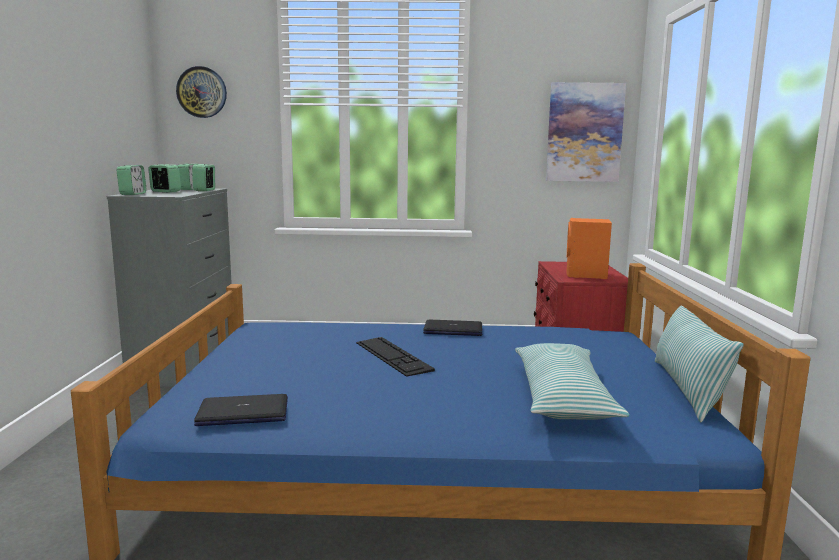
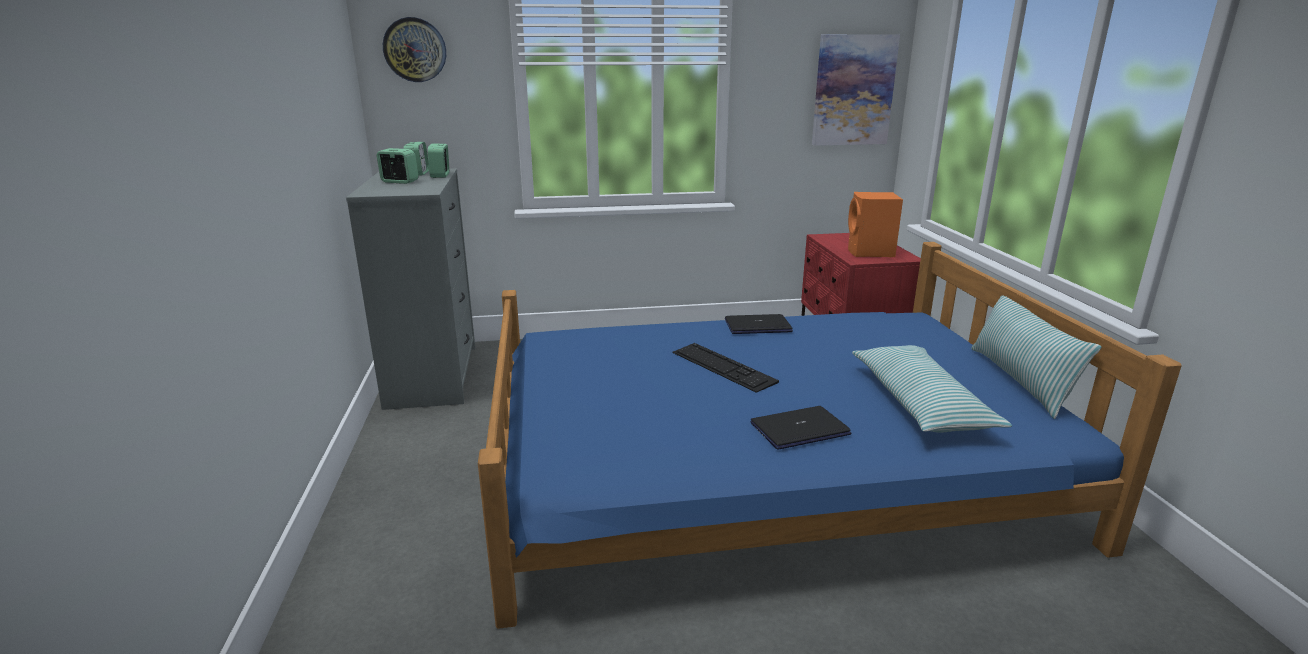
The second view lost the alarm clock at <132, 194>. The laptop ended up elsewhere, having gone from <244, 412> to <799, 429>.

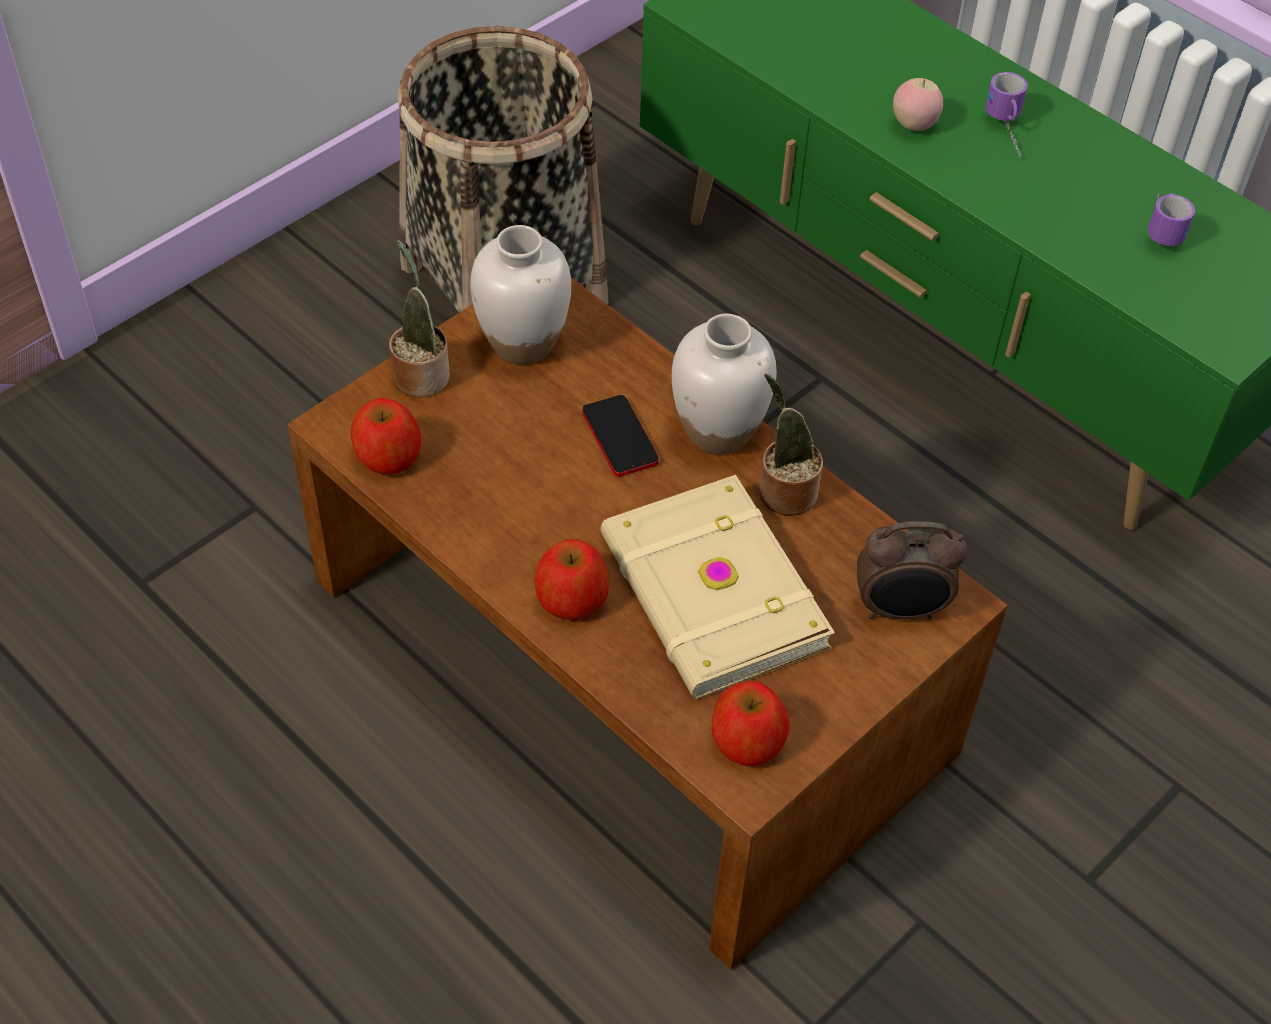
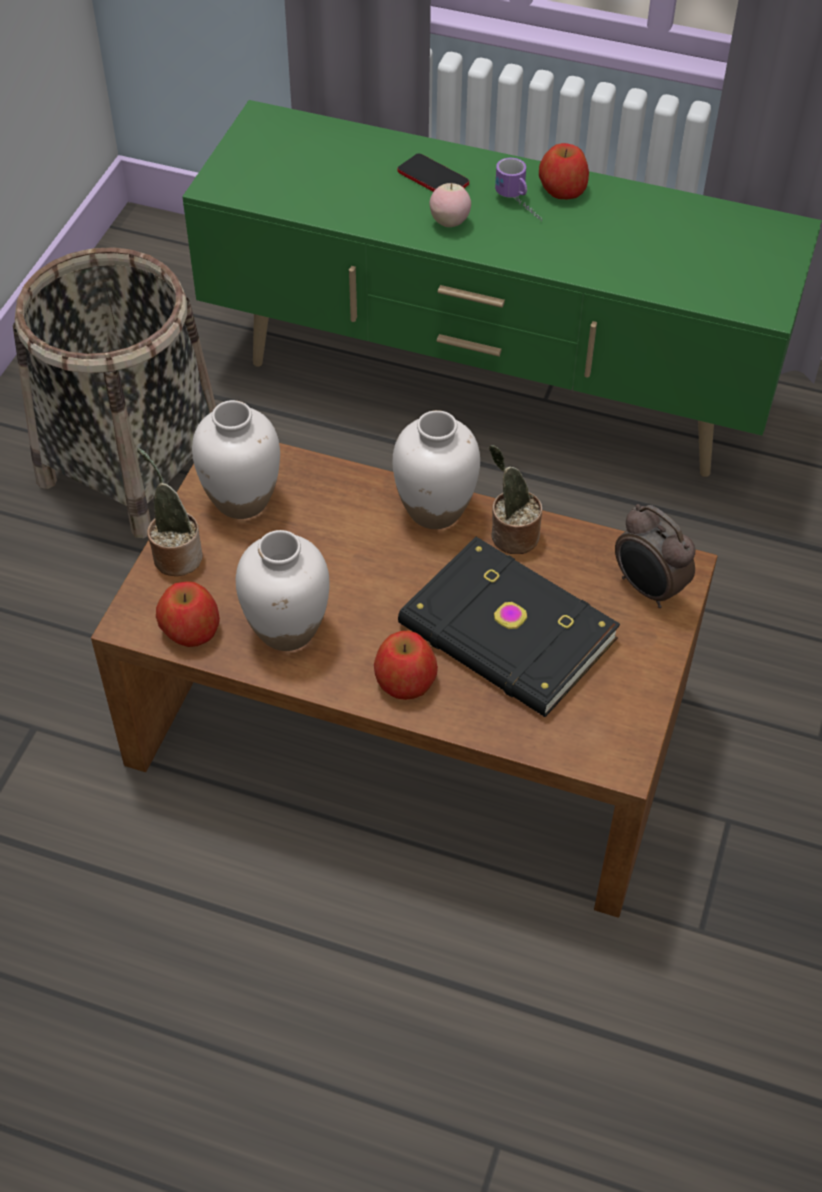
The second view lost the mug at <1161, 227>. The phone ended up elsewhere, having gone from <619, 437> to <433, 178>. What was the beige book at <710, 595> turned into the black book at <506, 635>. The alarm clock at <900, 610> ended up facing another way, 75 degrees clockwise from before. The apple ended up elsewhere, having gone from <747, 739> to <562, 189>. The second view gained the white vase at <287, 629>.

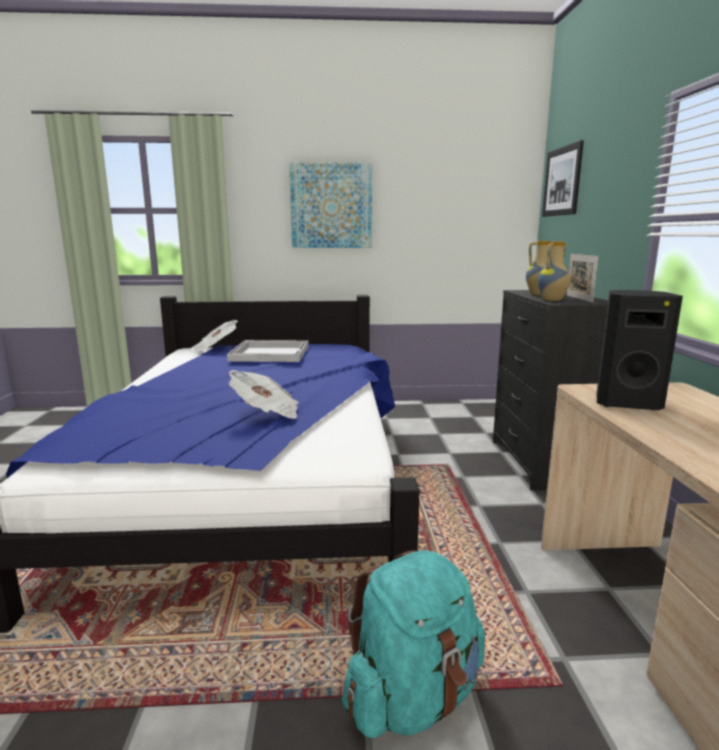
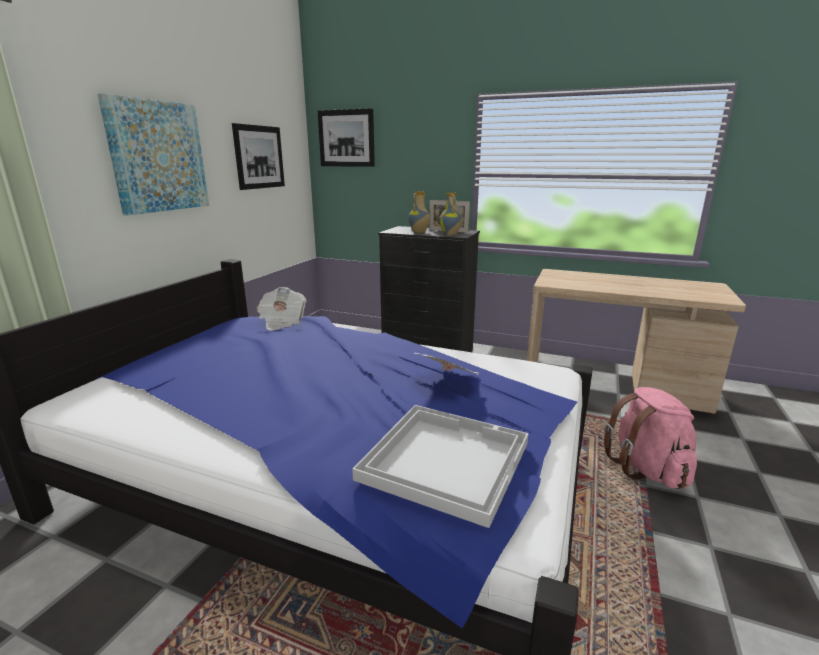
The second view lost the black speaker at <626, 403>. The newspaper ended up elsewhere, having gone from <215, 347> to <282, 321>. The white tray ended up elsewhere, having gone from <271, 353> to <444, 459>. What was the turquoise backpack at <413, 697> turned into the pink backpack at <646, 469>. The second view gained the picture at <259, 157>.

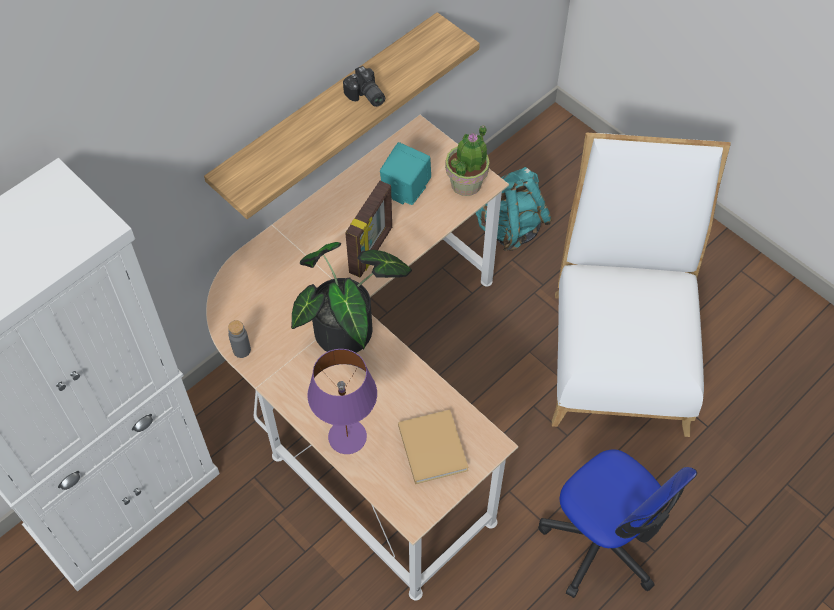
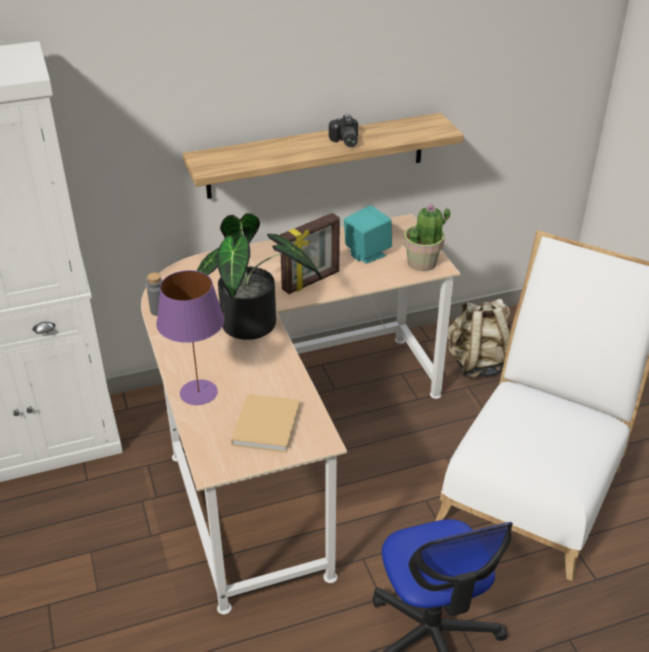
What was the turquoise backpack at <509, 227> turned into the beige backpack at <478, 364>.

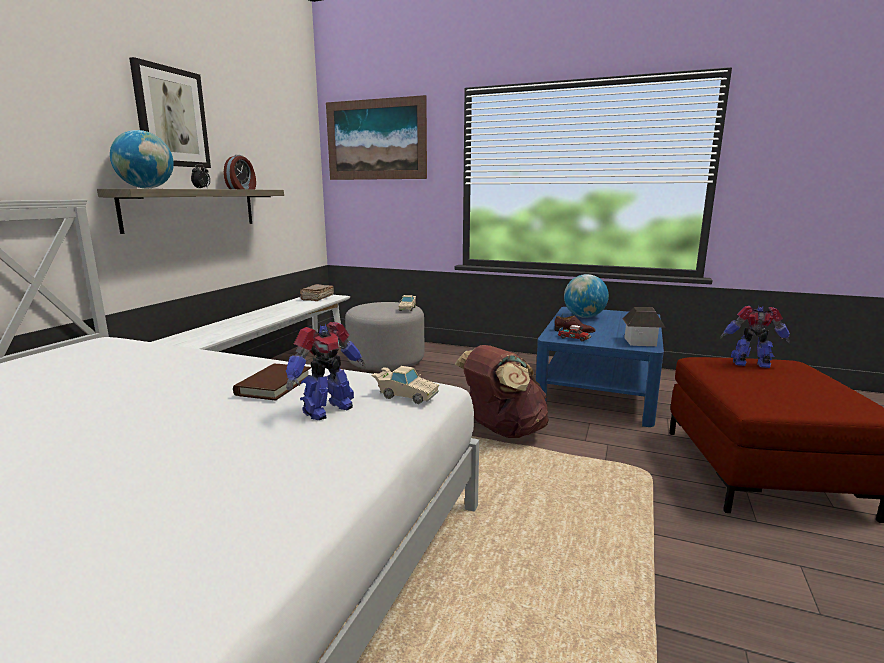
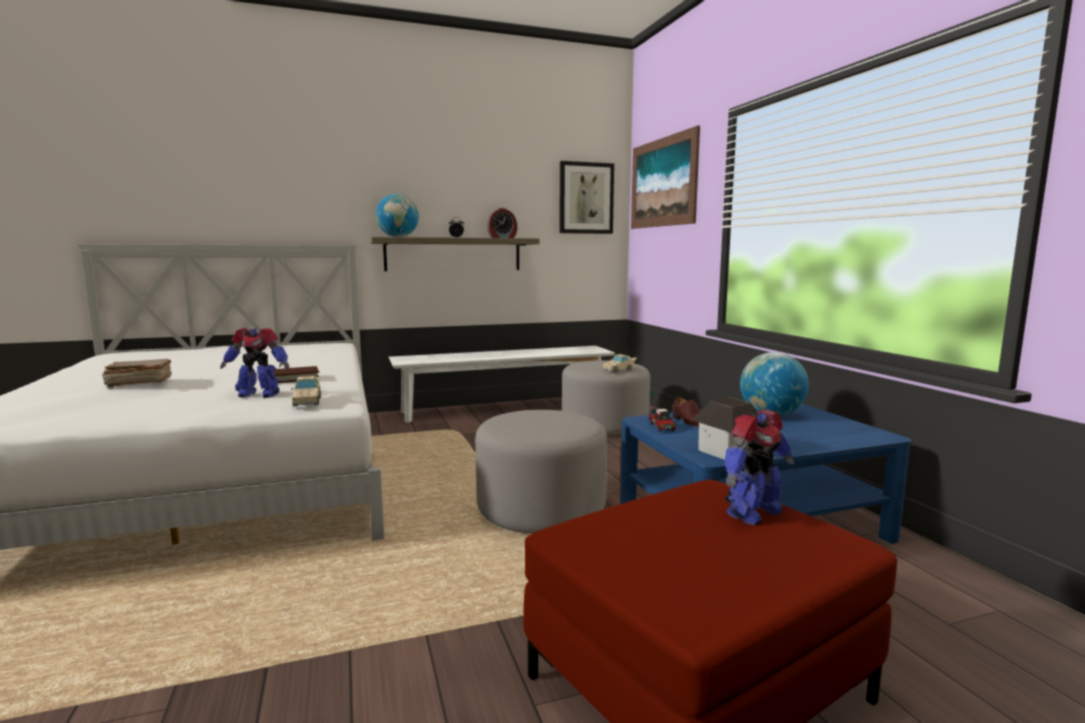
The picture ended up elsewhere, having gone from <171, 117> to <586, 198>. The brown book ended up elsewhere, having gone from <317, 298> to <138, 383>. The toy robot at <751, 365> ended up facing another way, 75 degrees clockwise from before. Where the brown backpack stood at <502, 431>, the grey ottoman came to stand at <541, 509>.

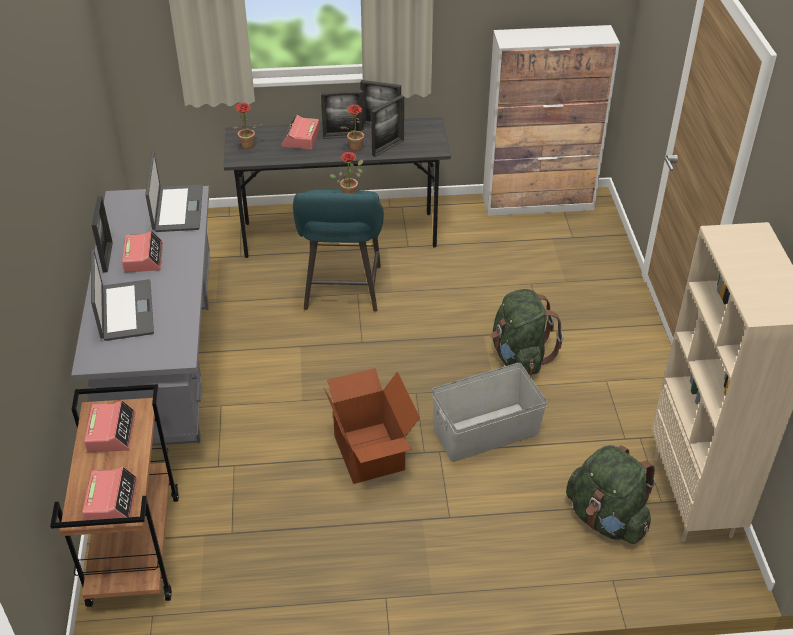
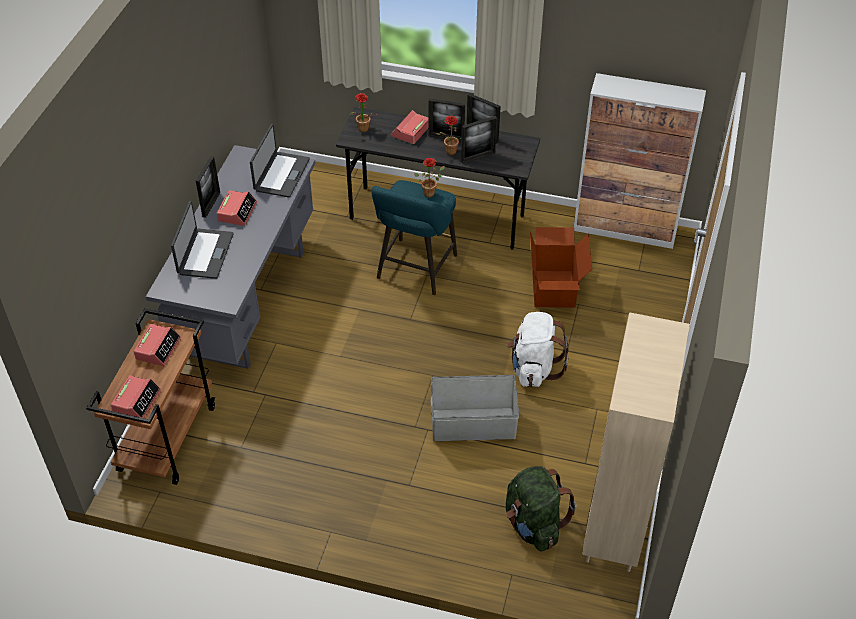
What was the green backpack at <519, 357> turned into the white backpack at <533, 368>. The cardboard box ended up elsewhere, having gone from <370, 453> to <554, 289>.

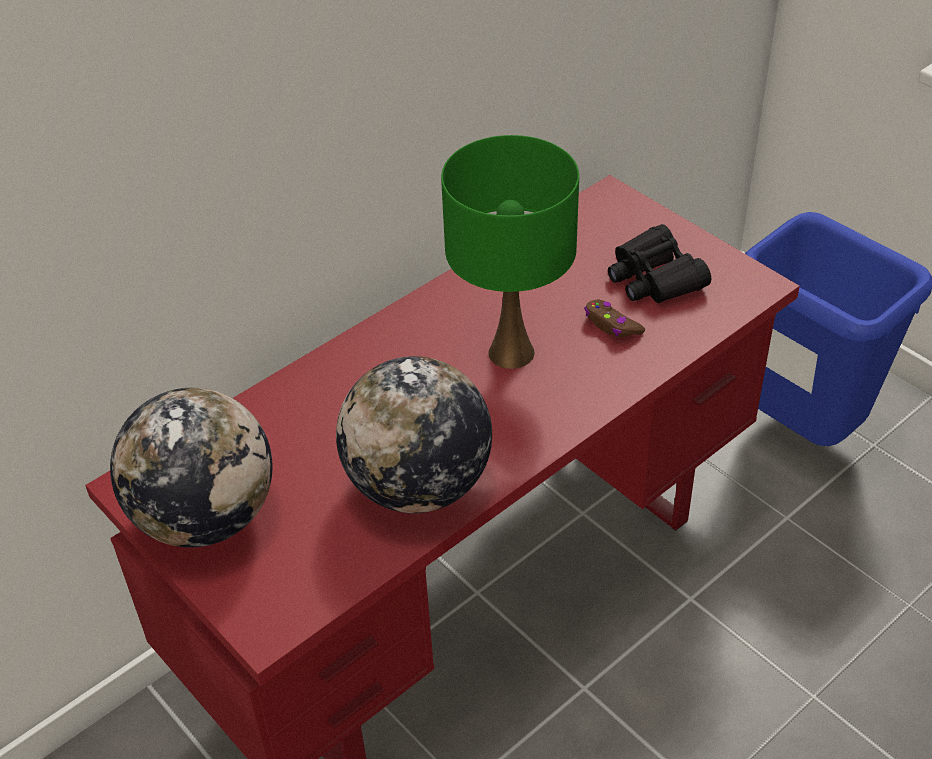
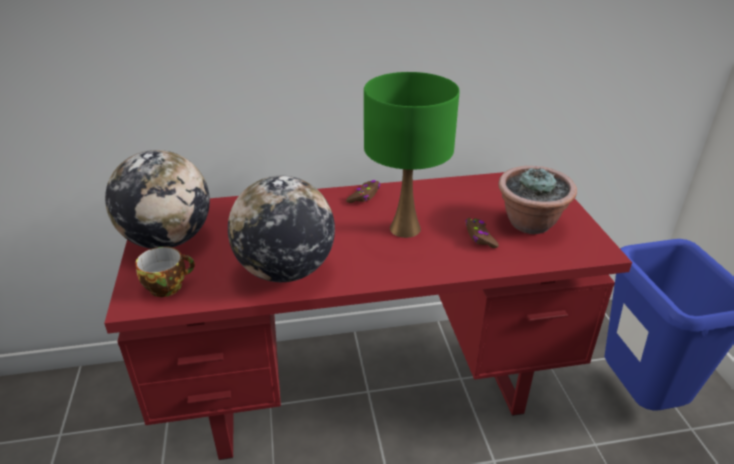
Where the black binoculars stood at <654, 278>, the potted plant came to stand at <530, 224>. The second view gained the brown game controller at <364, 196>. The second view gained the cup at <168, 285>.

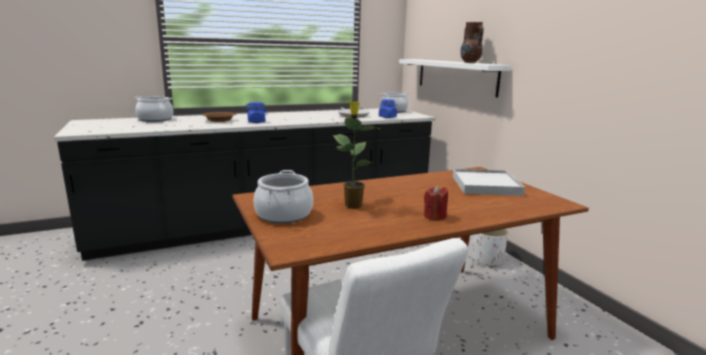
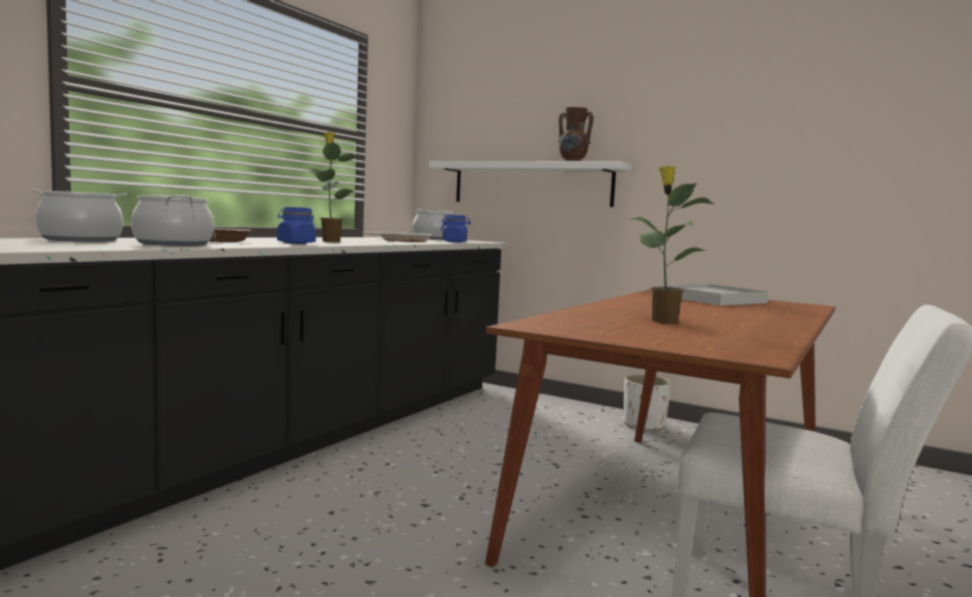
The cooking pot ended up elsewhere, having gone from <283, 214> to <173, 244>. The second view lost the red candle at <434, 216>. The second view gained the potted plant at <330, 241>.

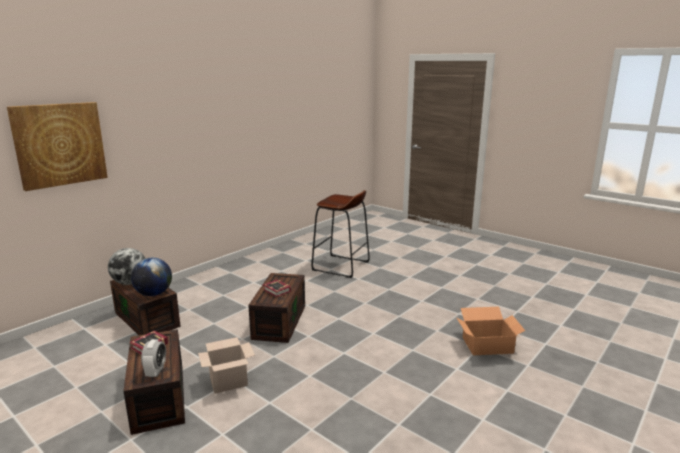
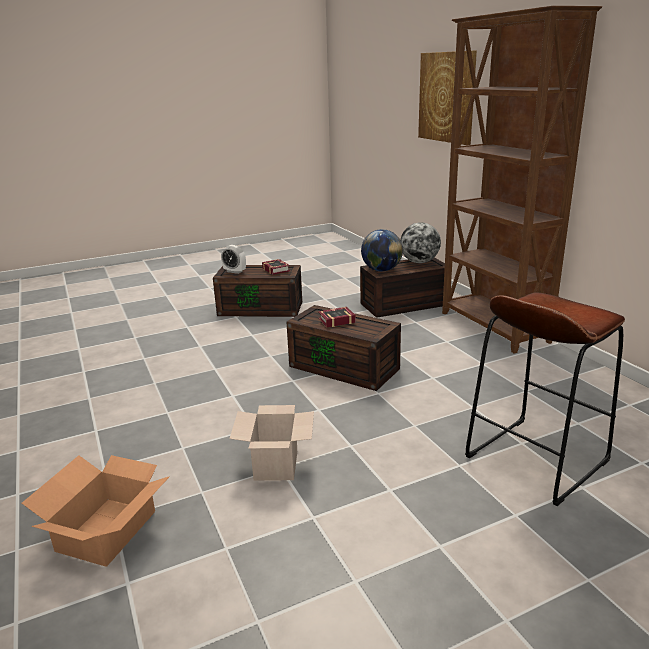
The cardboard box ended up elsewhere, having gone from <229, 381> to <277, 466>. The second view gained the brown bookcase at <493, 328>.

